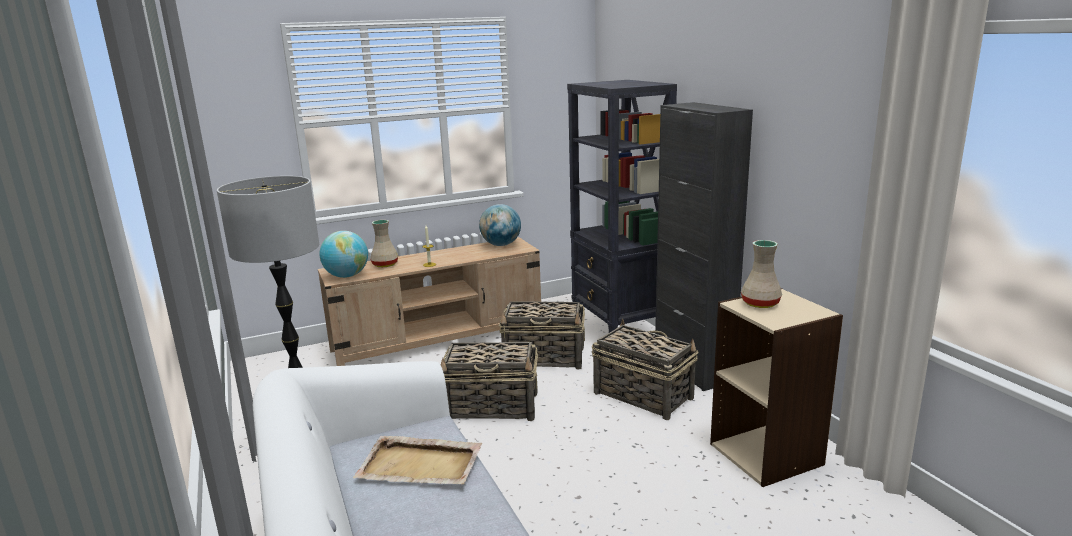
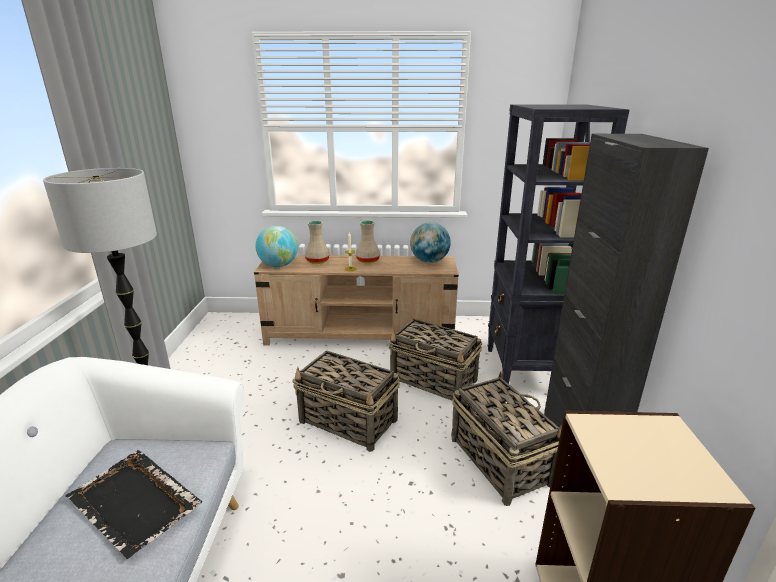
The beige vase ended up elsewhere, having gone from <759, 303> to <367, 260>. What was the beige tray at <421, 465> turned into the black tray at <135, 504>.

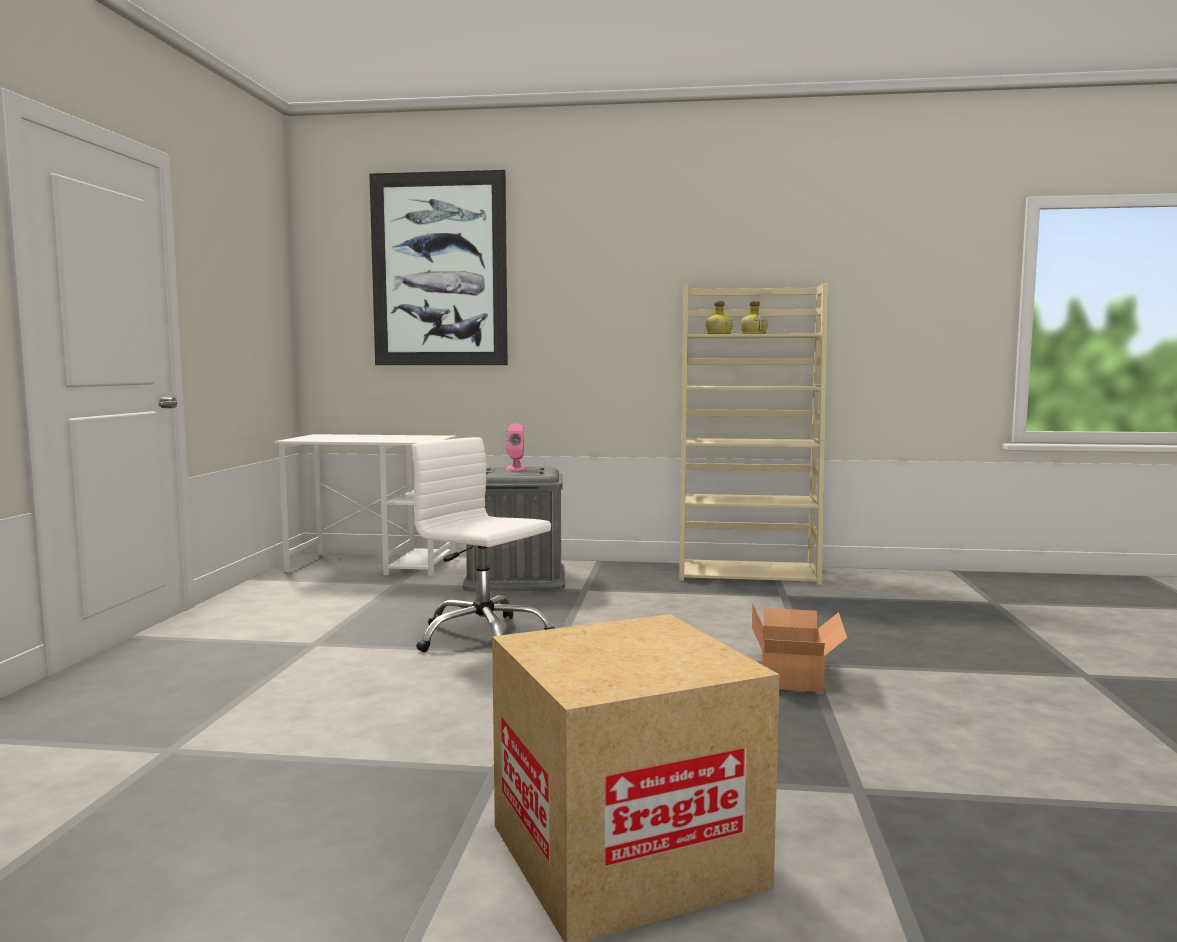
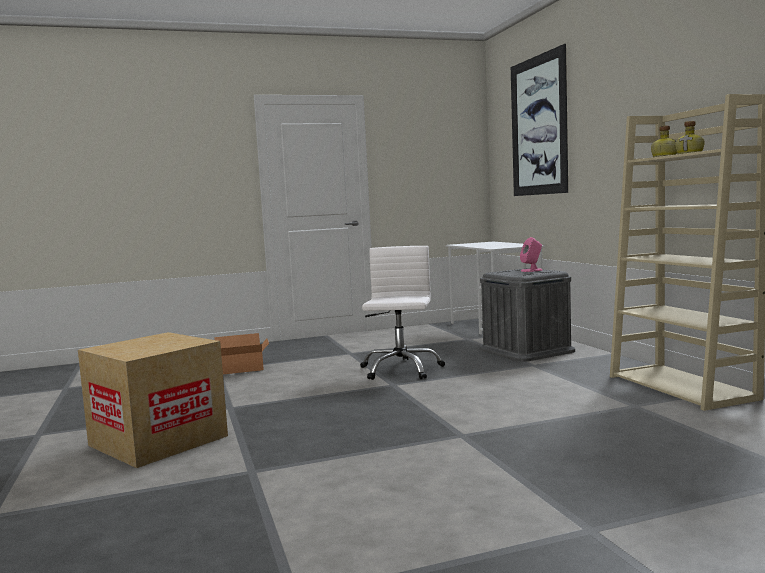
The cardboard box ended up elsewhere, having gone from <794, 674> to <241, 369>.

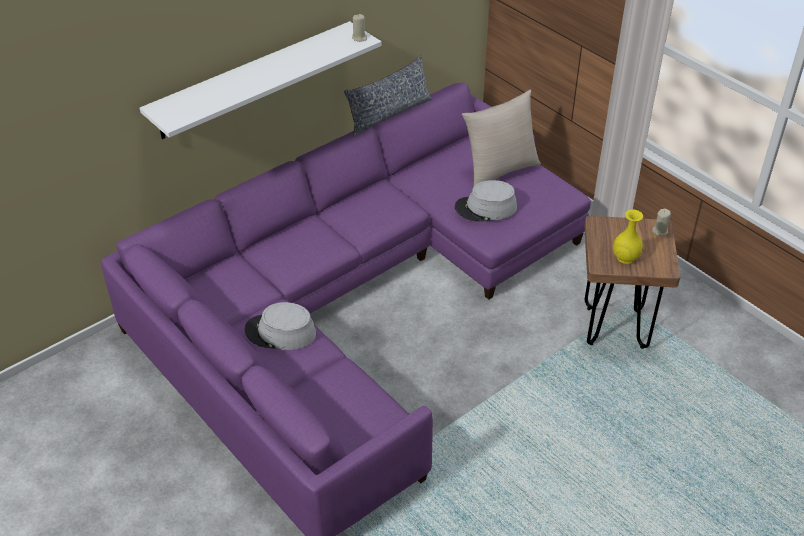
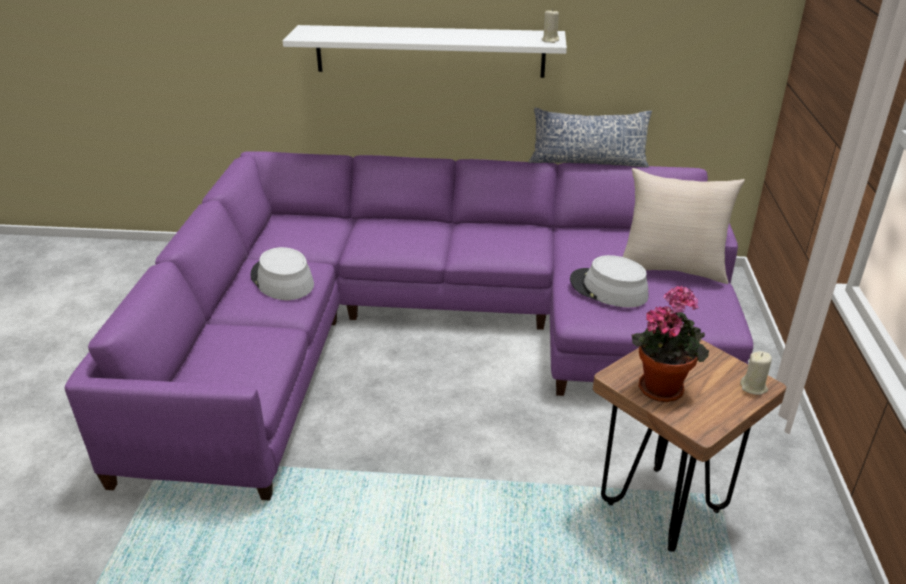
Where the yellow vase stood at <625, 257>, the potted plant came to stand at <662, 386>.

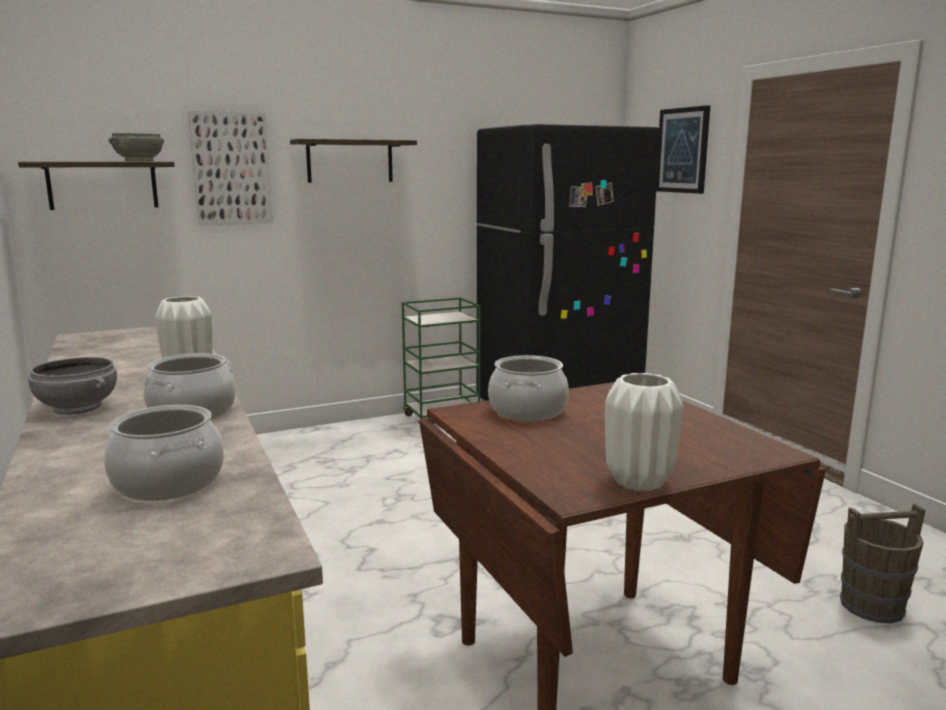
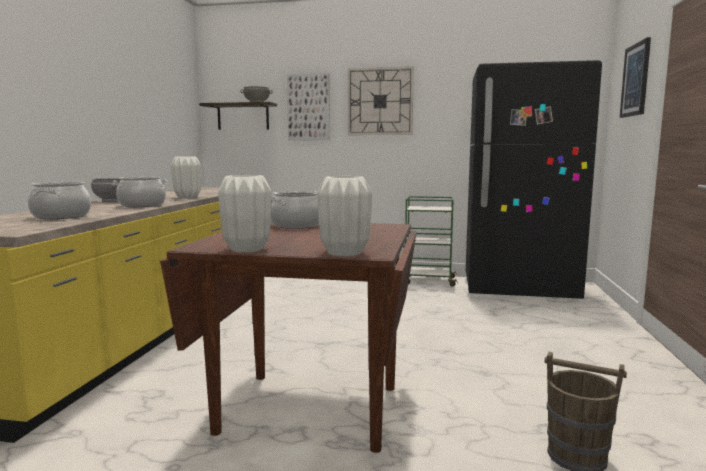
Where the shelf hung at <350, 161>, the wall clock came to hang at <380, 101>. The second view gained the white vase at <345, 253>.

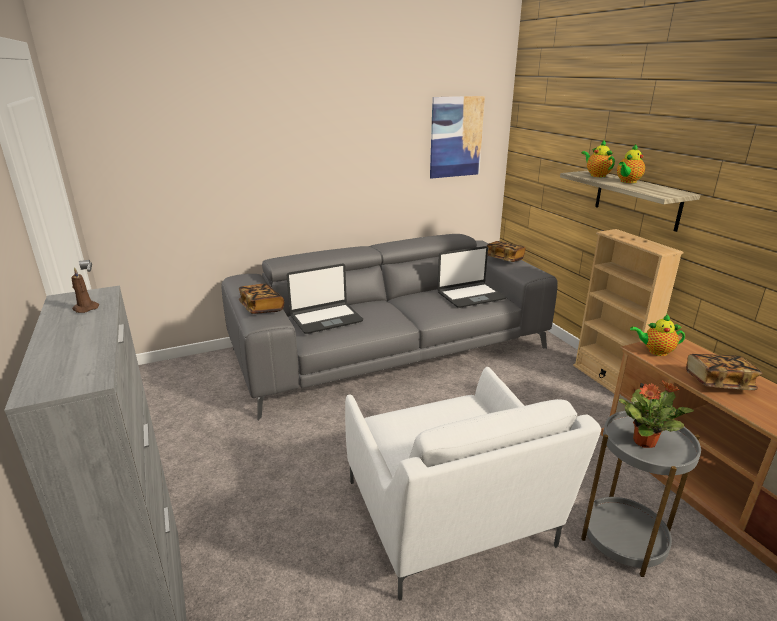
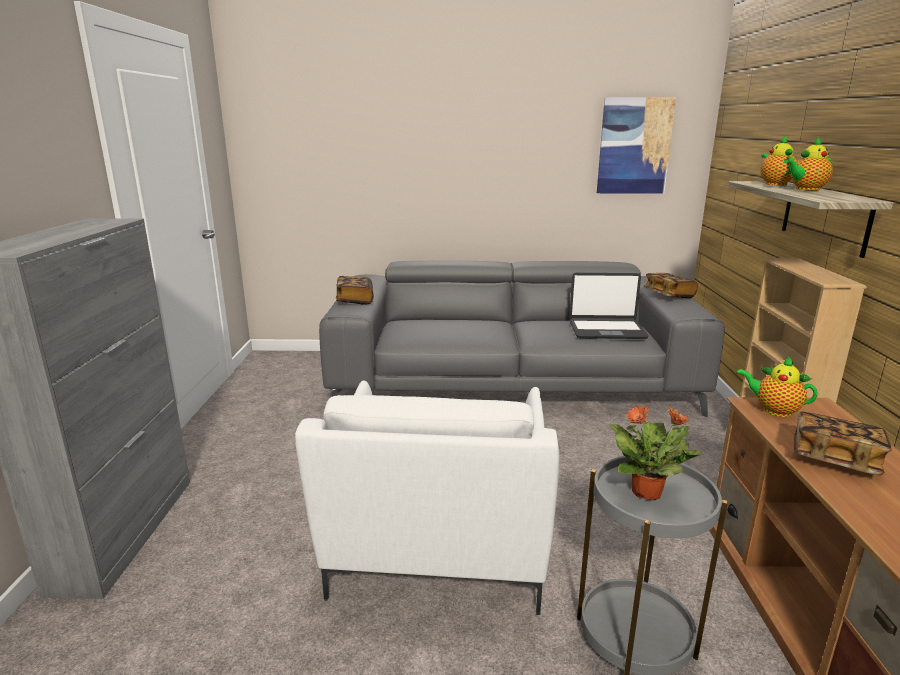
The second view lost the laptop at <326, 318>. The second view lost the brown candle at <85, 308>.

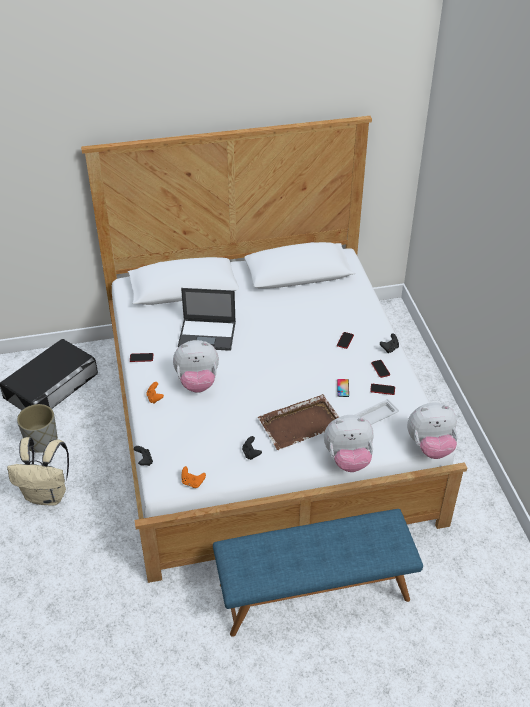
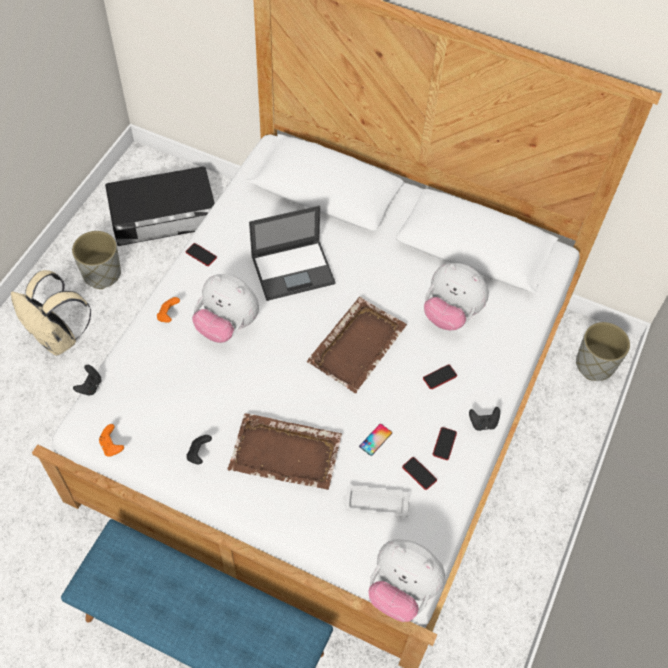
The laptop at <208, 334> ended up facing another way, 60 degrees counterclockwise from before. The plush toy ended up elsewhere, having gone from <348, 459> to <451, 313>. The second view gained the brown tray at <358, 345>. The second view gained the grey planter at <595, 365>.

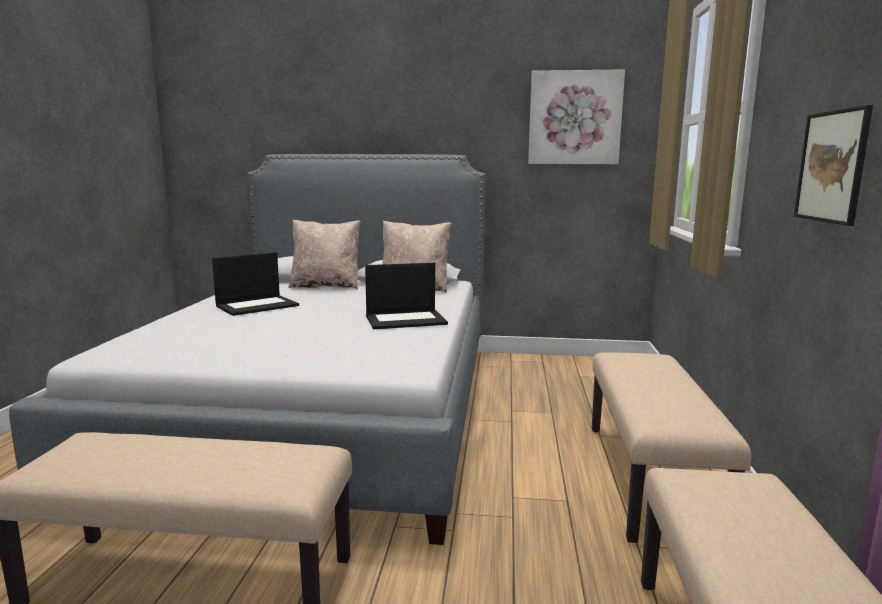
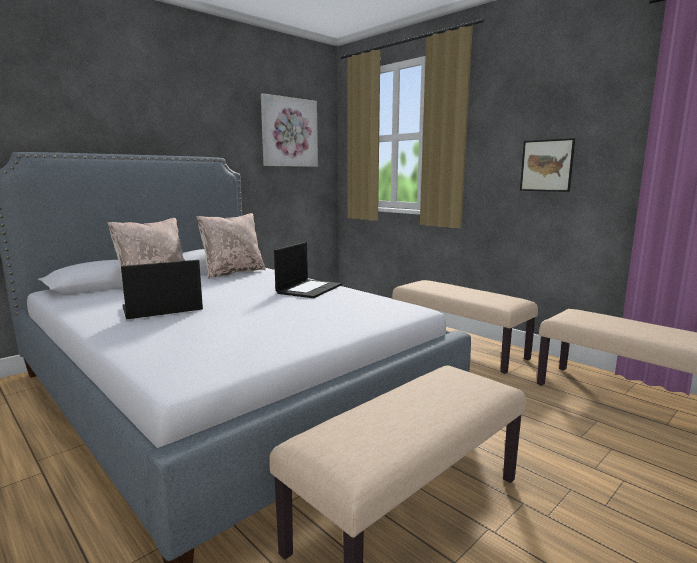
The laptop at <257, 305> ended up facing another way, 120 degrees counterclockwise from before.

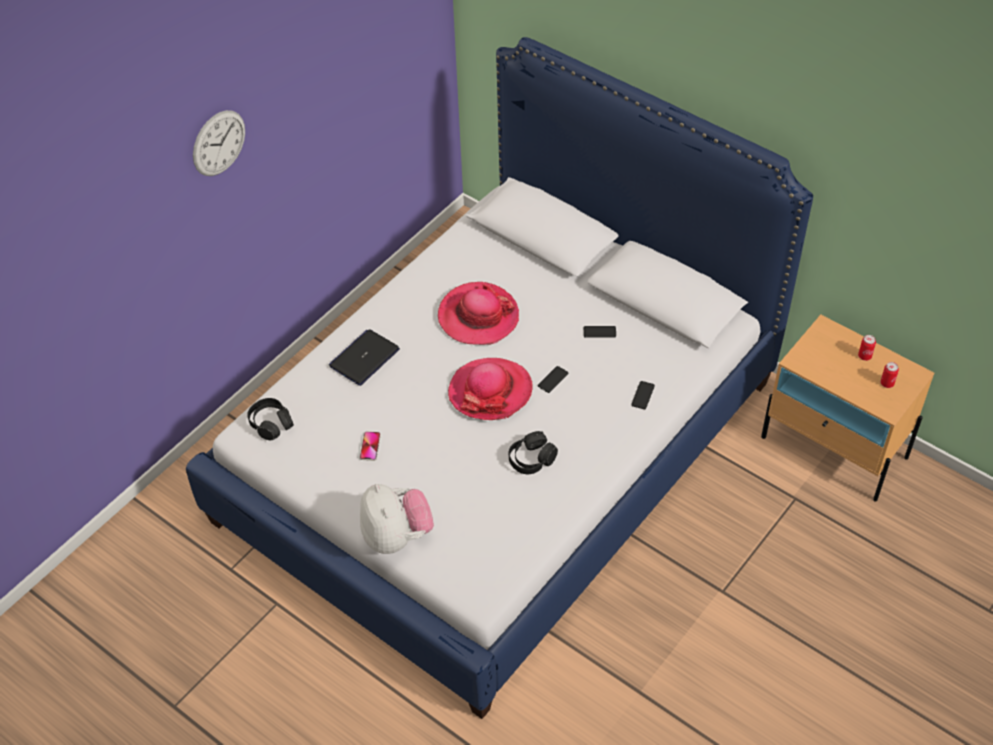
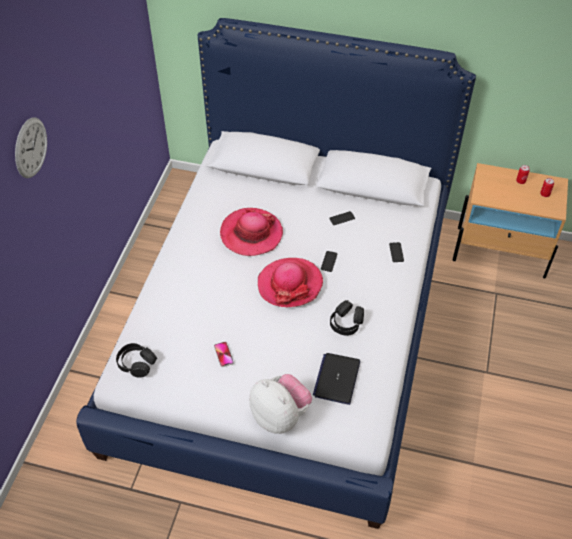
The laptop ended up elsewhere, having gone from <364, 358> to <337, 379>.

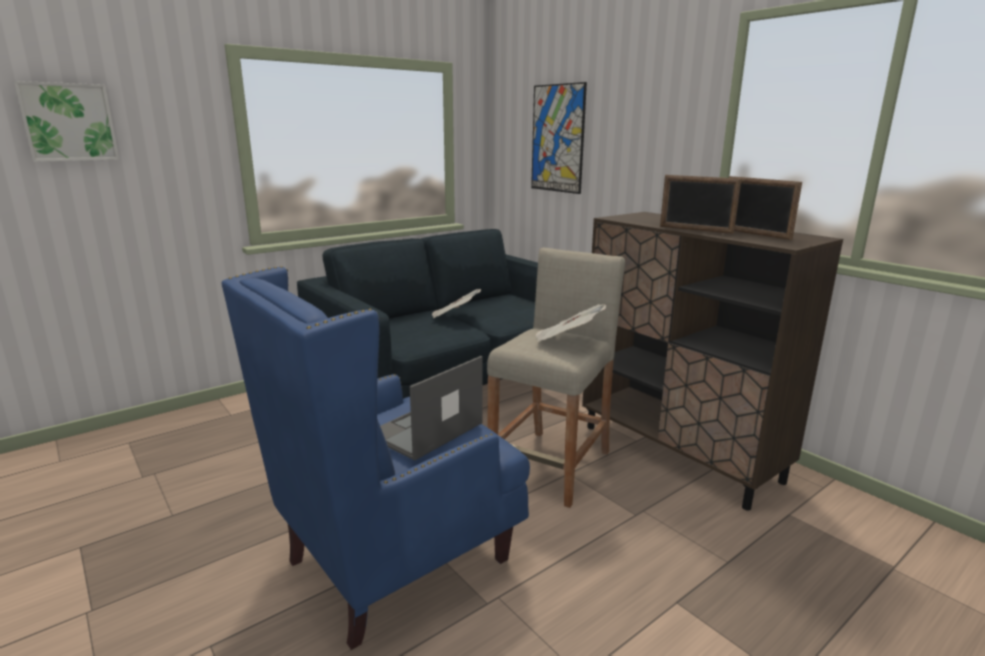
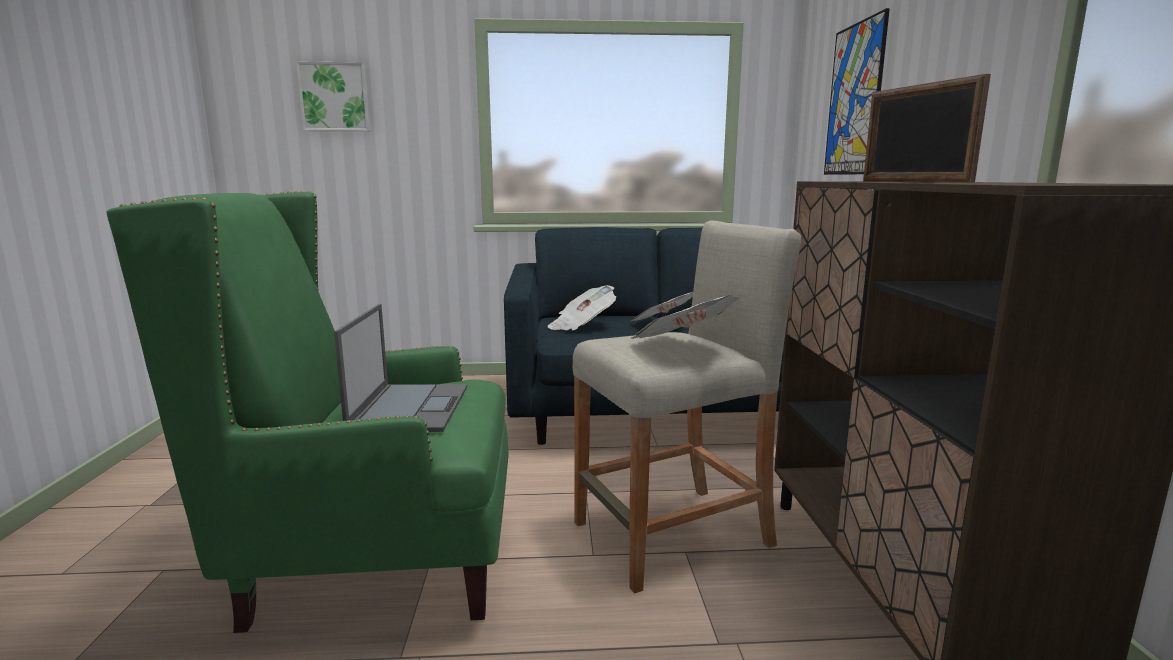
The second view lost the picture frame at <755, 234>. What was the blue armchair at <395, 562> turned into the green armchair at <378, 568>. The laptop at <424, 430> ended up facing another way, 105 degrees clockwise from before. The second view gained the newspaper at <581, 326>.

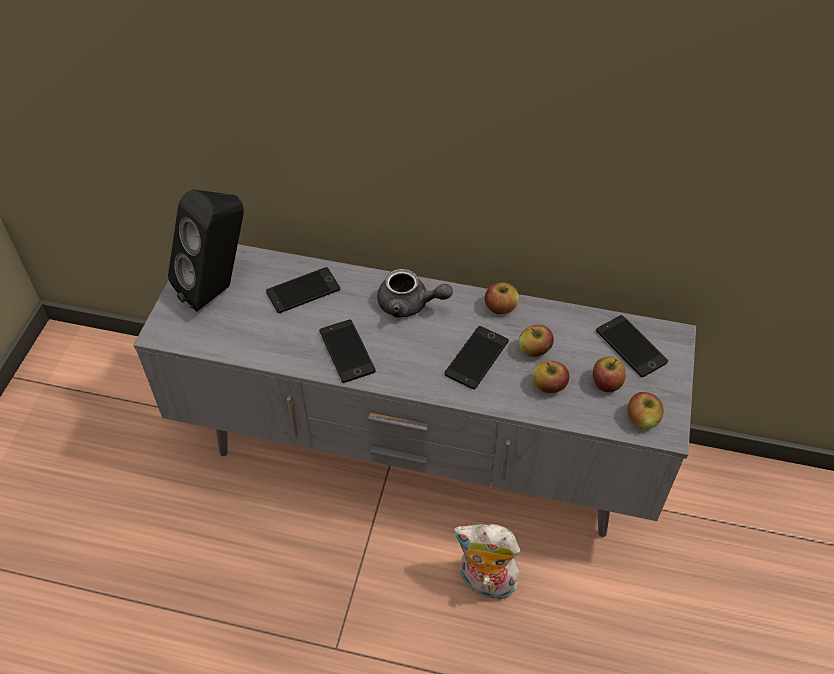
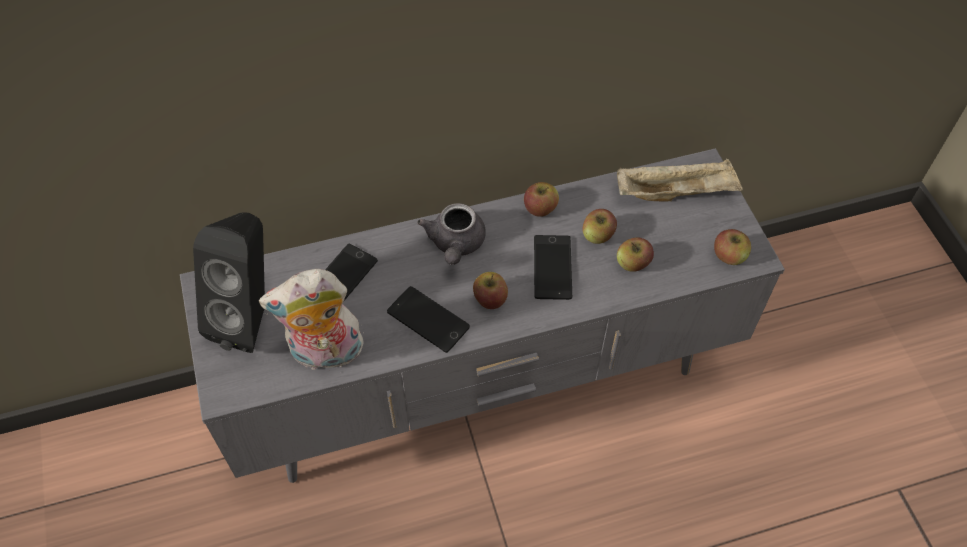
The grey teapot at <410, 305> ended up facing another way, 105 degrees clockwise from before. Where the phone stood at <631, 346>, the beige tray came to stand at <676, 193>. The apple ended up elsewhere, having gone from <606, 383> to <490, 299>. The plush toy ended up elsewhere, having gone from <485, 583> to <325, 354>.

